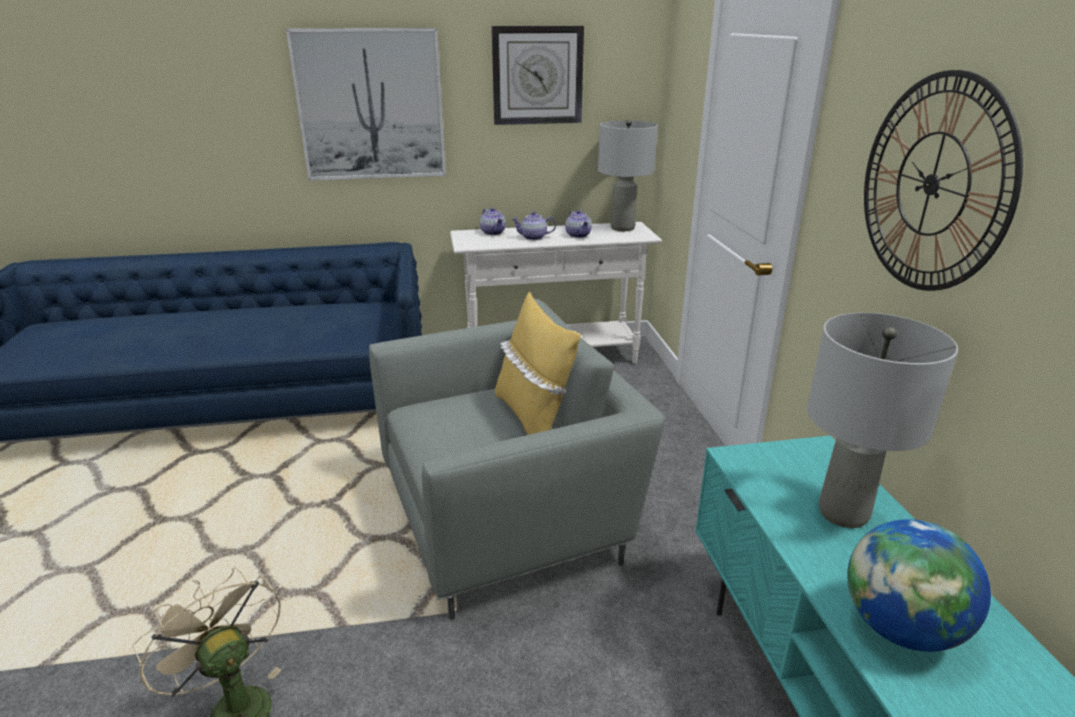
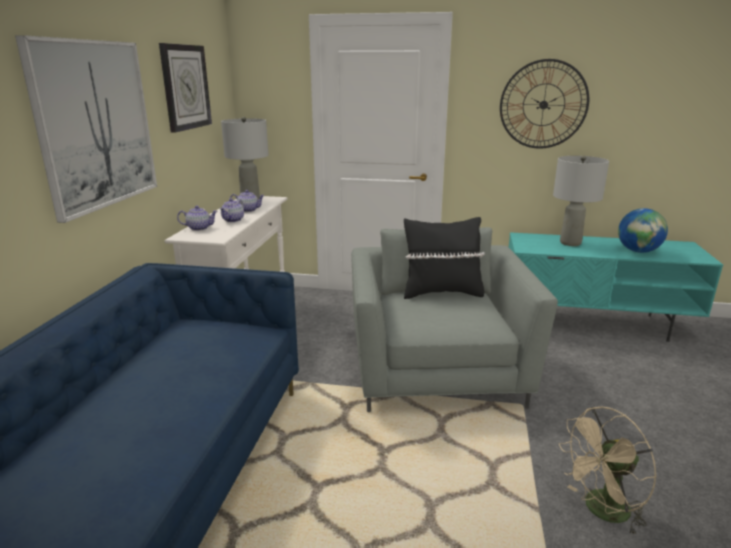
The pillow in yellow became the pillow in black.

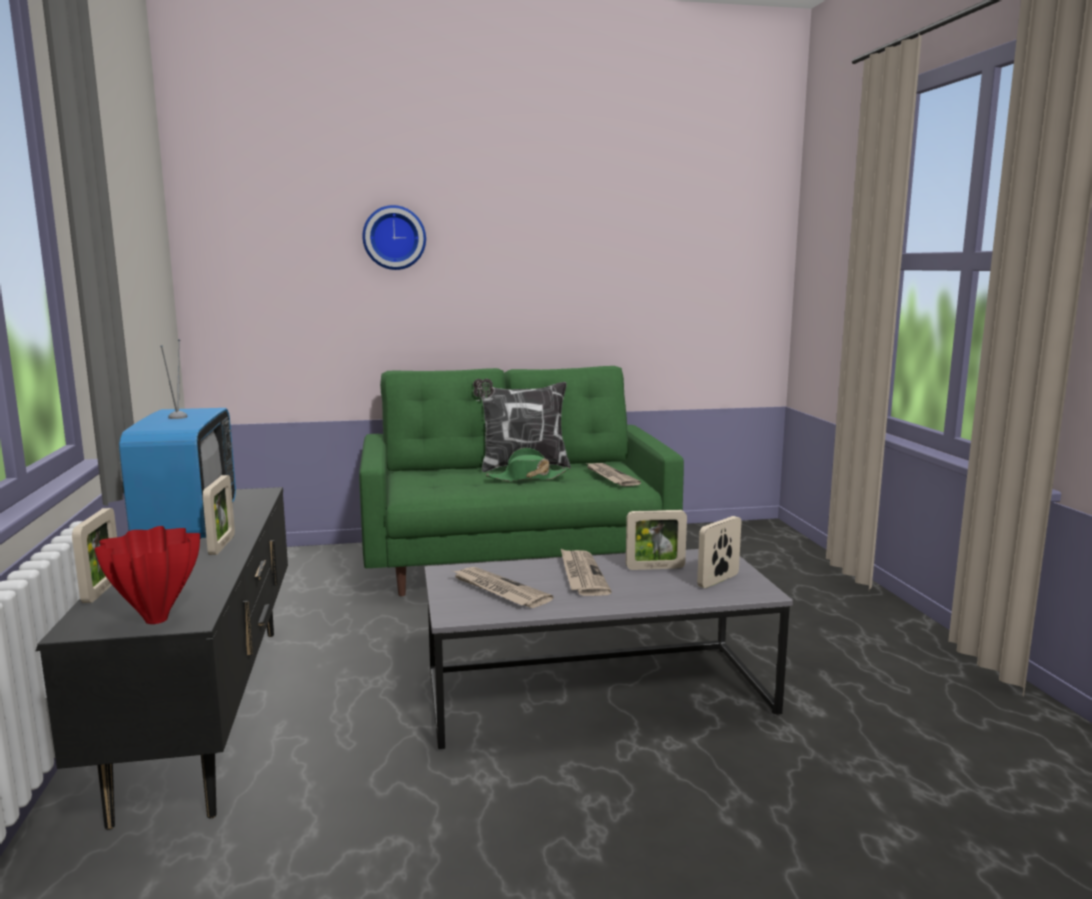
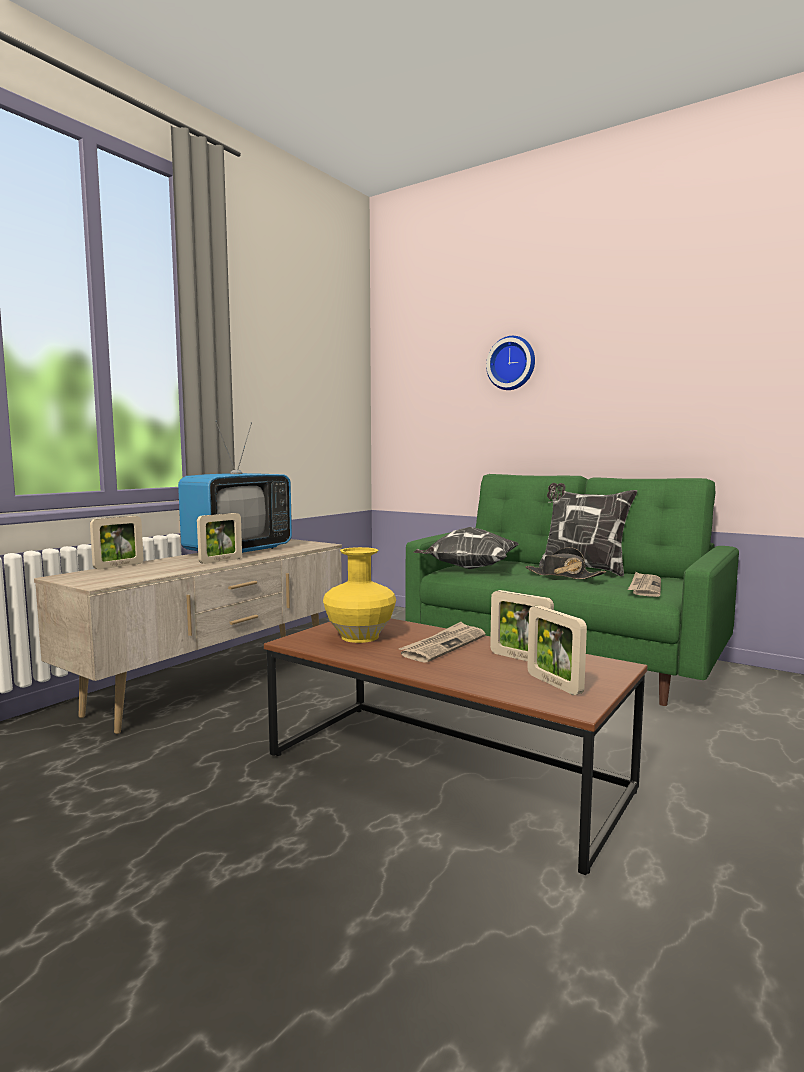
The hat in green became the hat in black. The tv stand in black became the tv stand in beige. The picture frame (no. 4 from left) turned 120 degrees counterclockwise. The vase in red disappeared. The coffee table in grey became the coffee table in brown. The newspaper (no. 1 from left) was replaced by the vase in yellow. The pillow (no. 1 from left) appeared.

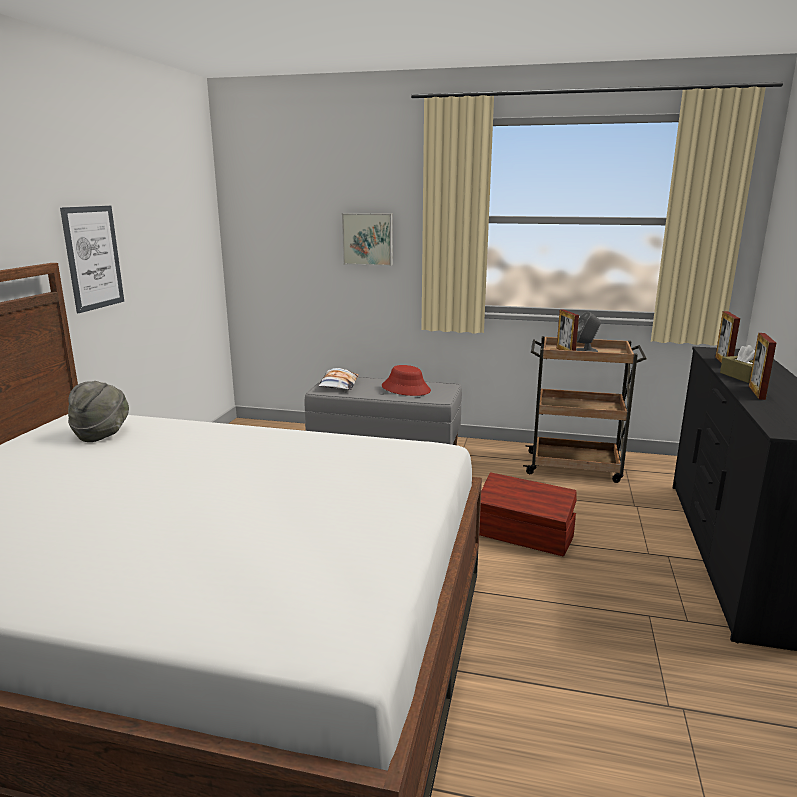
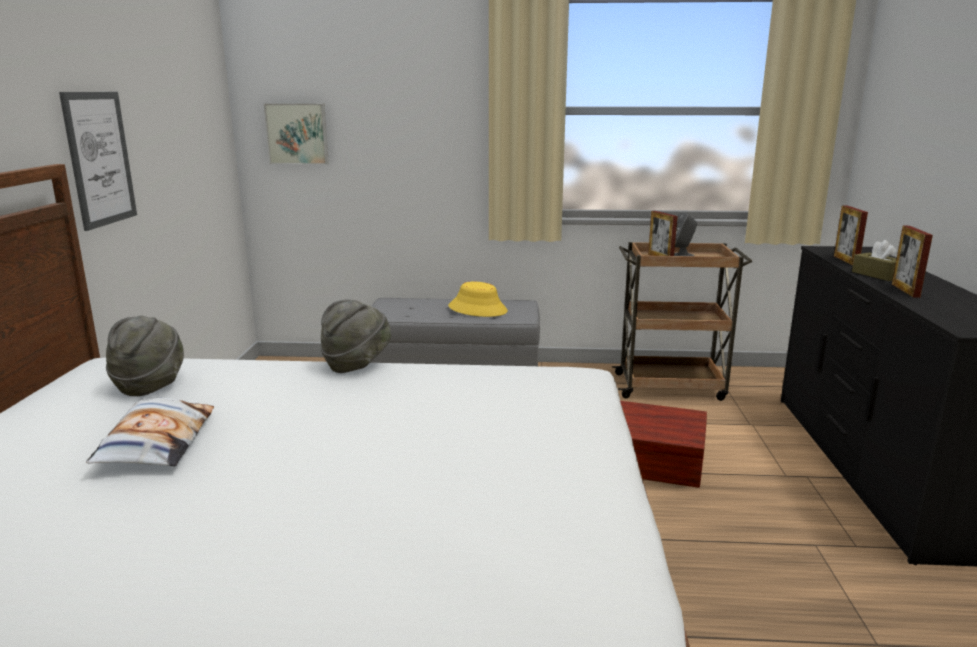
The picture (no. 2 from left) moved. The hat in red became the hat in yellow. The pillow moved. The hat in grey (no. 2 from left) appeared.

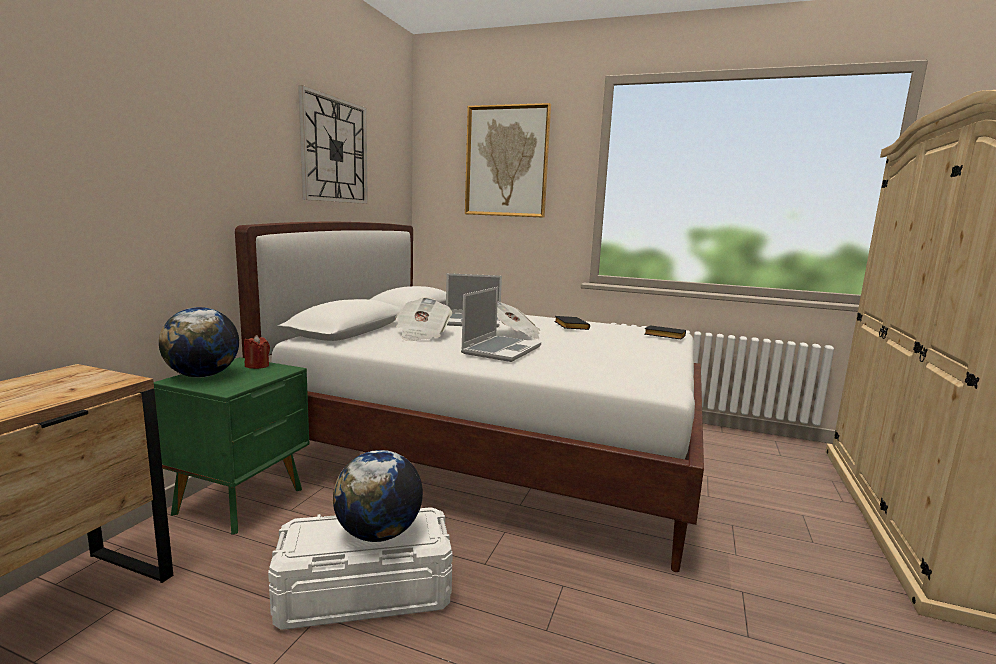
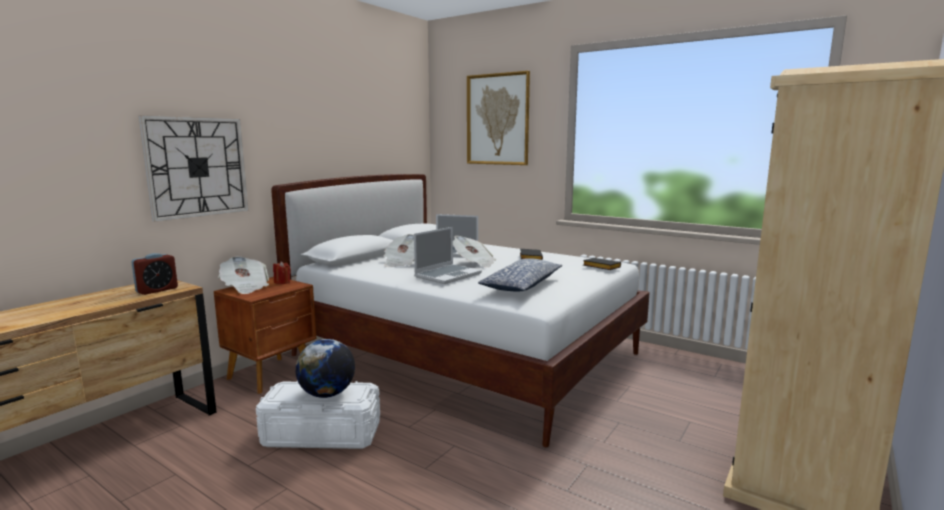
The wall clock moved. The globe (no. 1 from left) was replaced by the newspaper (no. 1 from left). The nightstand in green became the nightstand in brown. The alarm clock appeared. The pillow appeared.

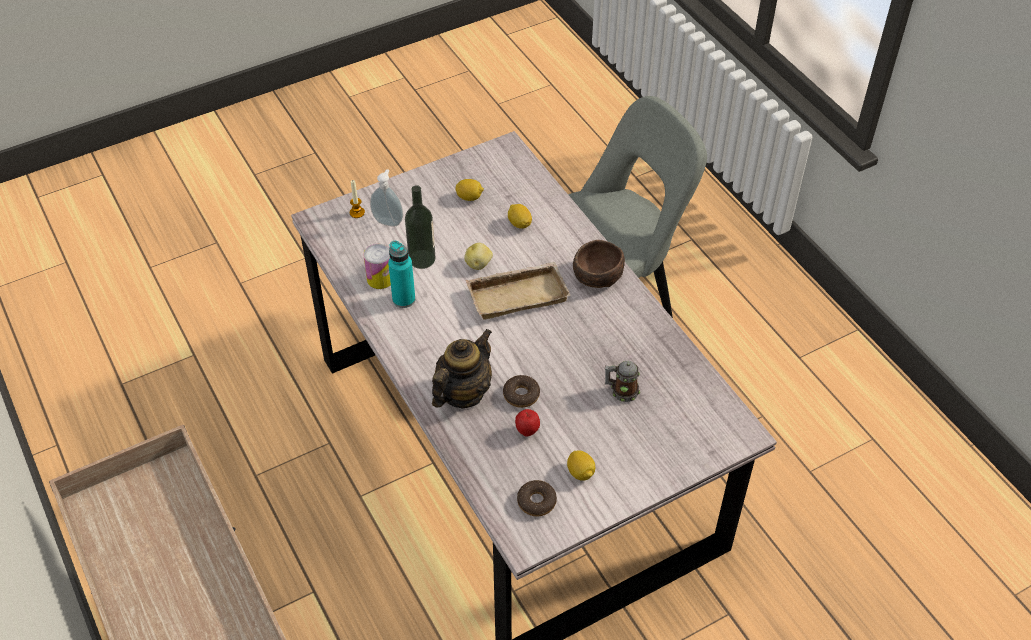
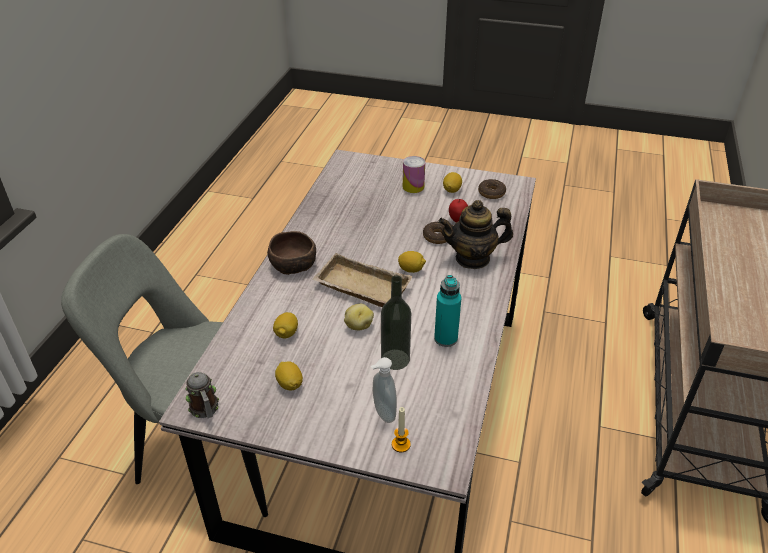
The can moved. The mug moved. The lemon (no. 3 from left) appeared.

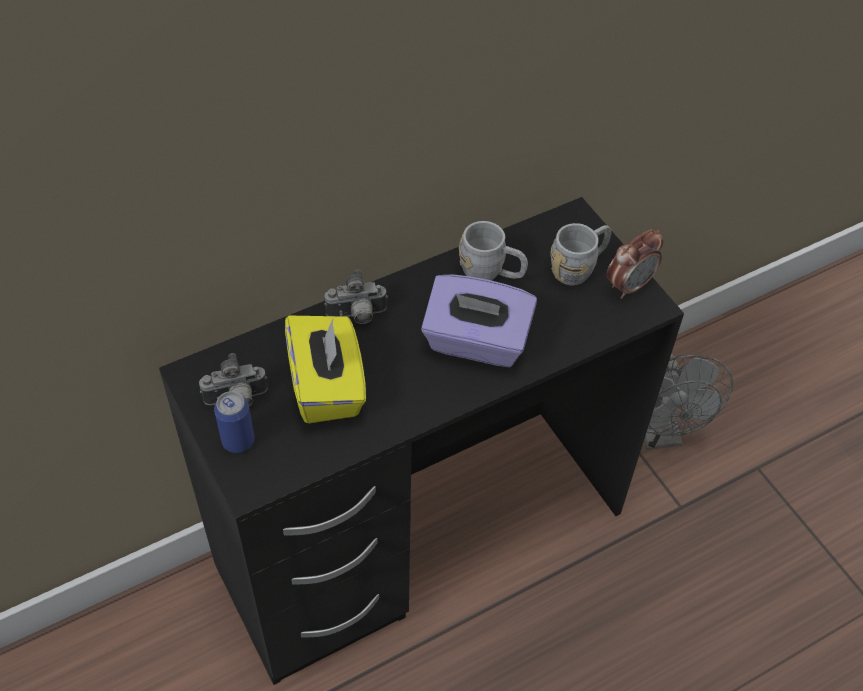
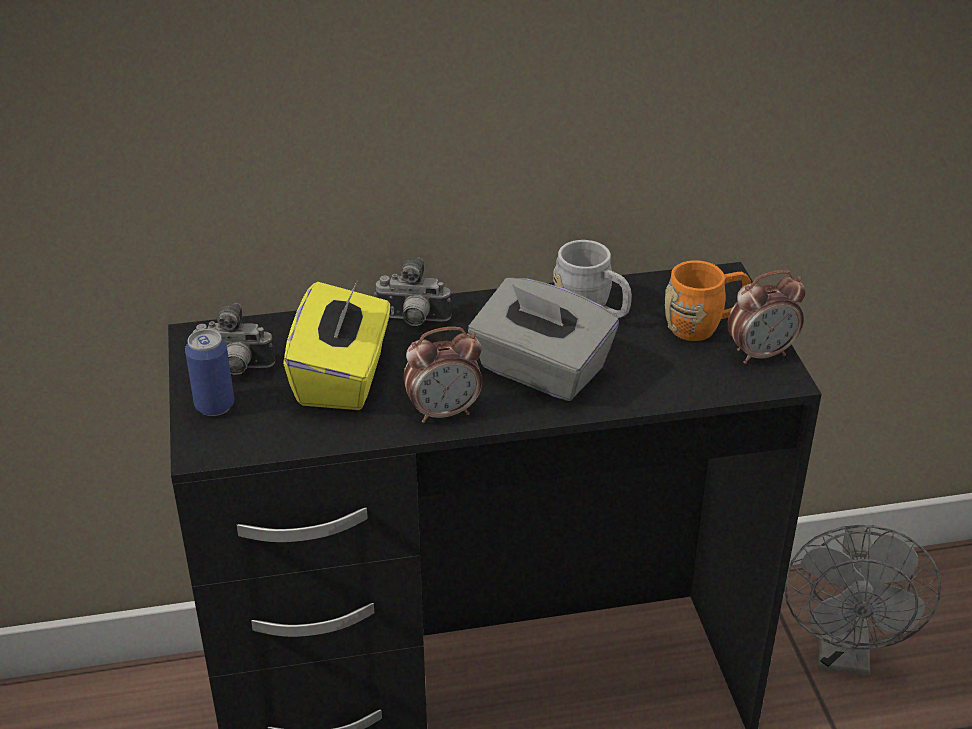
The mug in grey (no. 2 from left) became the mug in orange. The tissue box in purple became the tissue box in grey. The alarm clock (no. 1 from left) appeared.

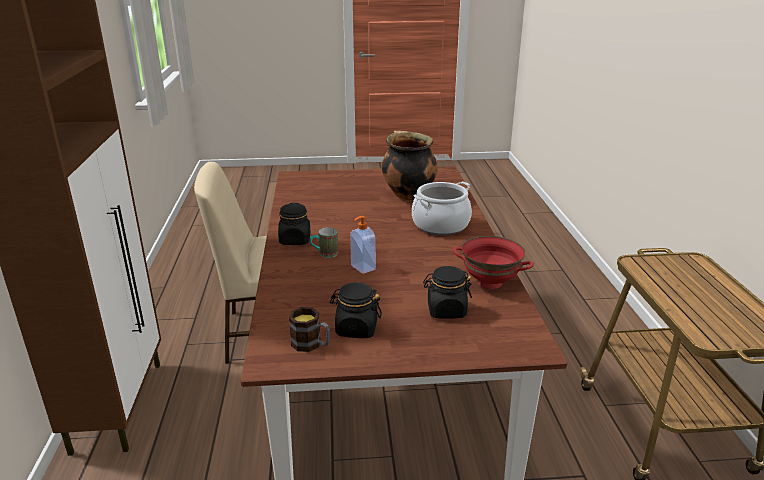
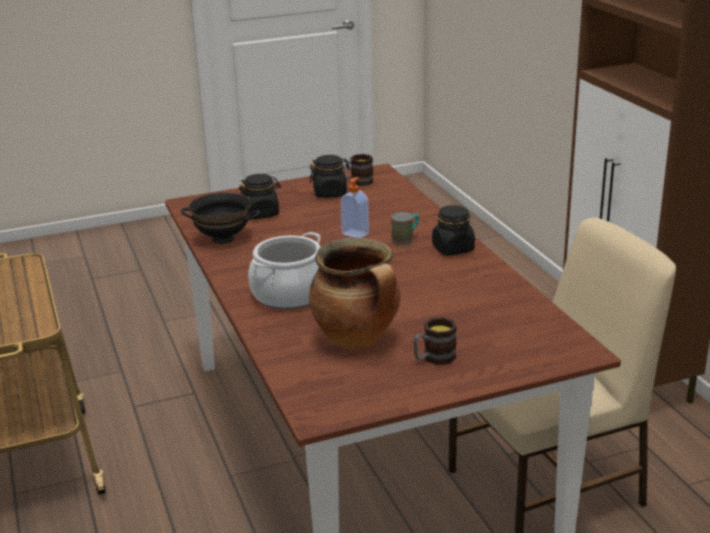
The bowl in red became the bowl in black. The mug (no. 3 from left) appeared.

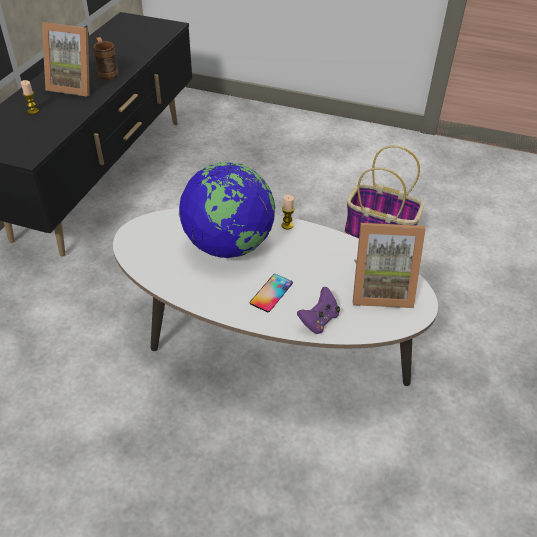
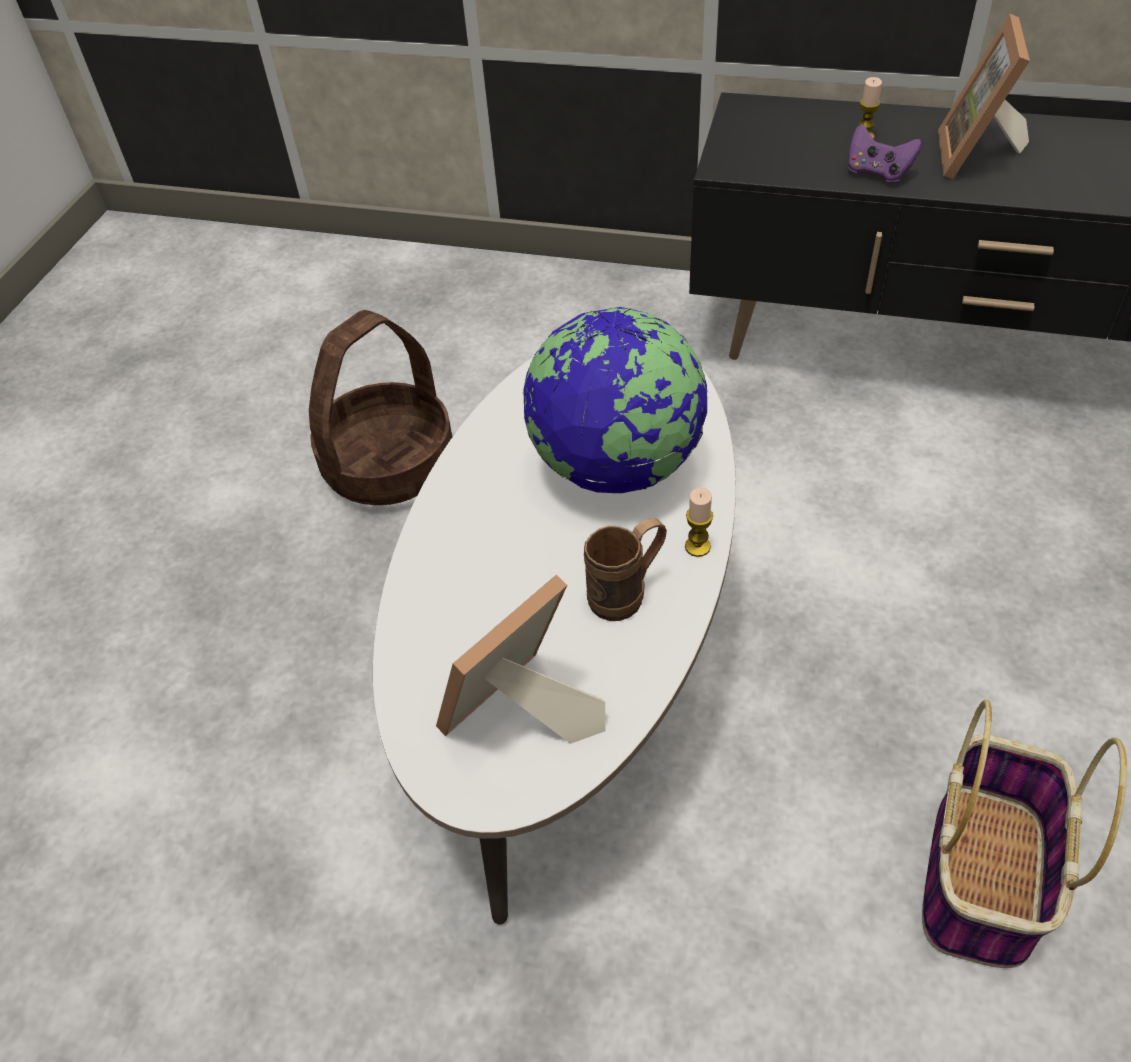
The mug in brown moved. The picture frame (no. 2 from left in the first image) turned 45 degrees clockwise. The phone disappeared. The game controller in purple moved. The basket (no. 1 from left) appeared.

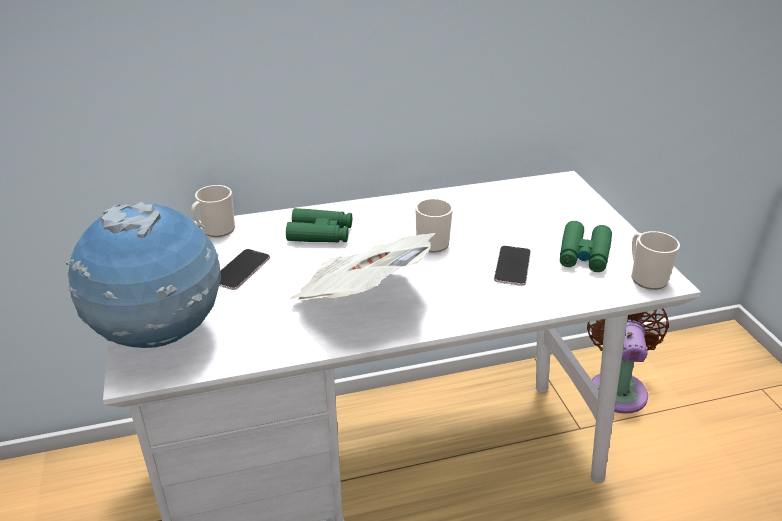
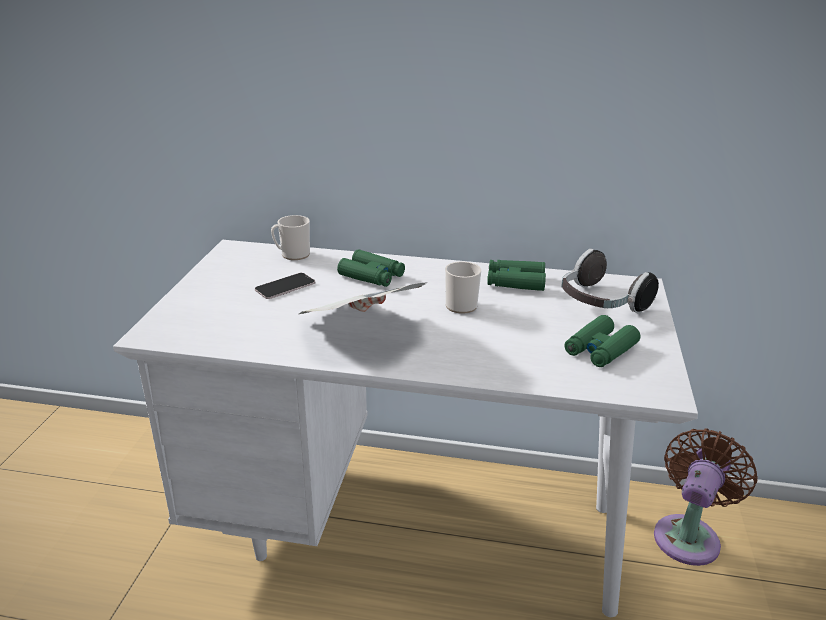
The globe disappeared. The mug (no. 3 from left) disappeared. The phone (no. 2 from left) disappeared. The headphones appeared. The binoculars in green (no. 2 from left) appeared.

